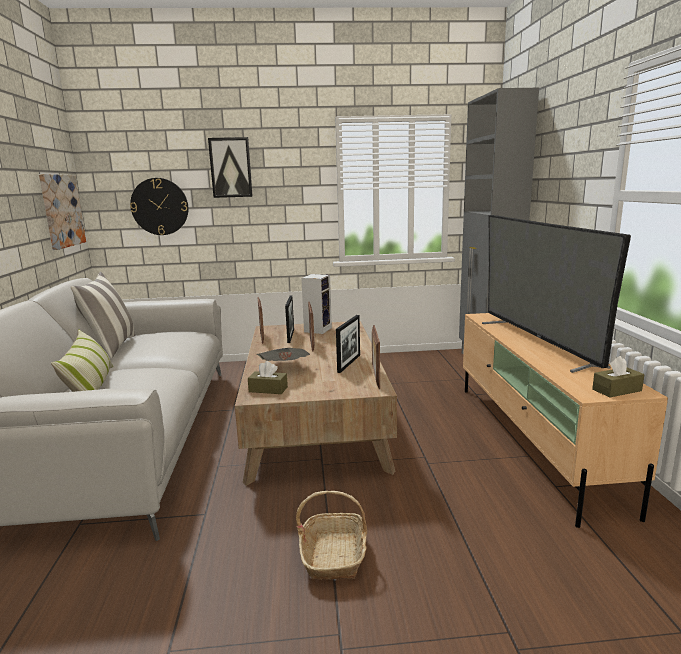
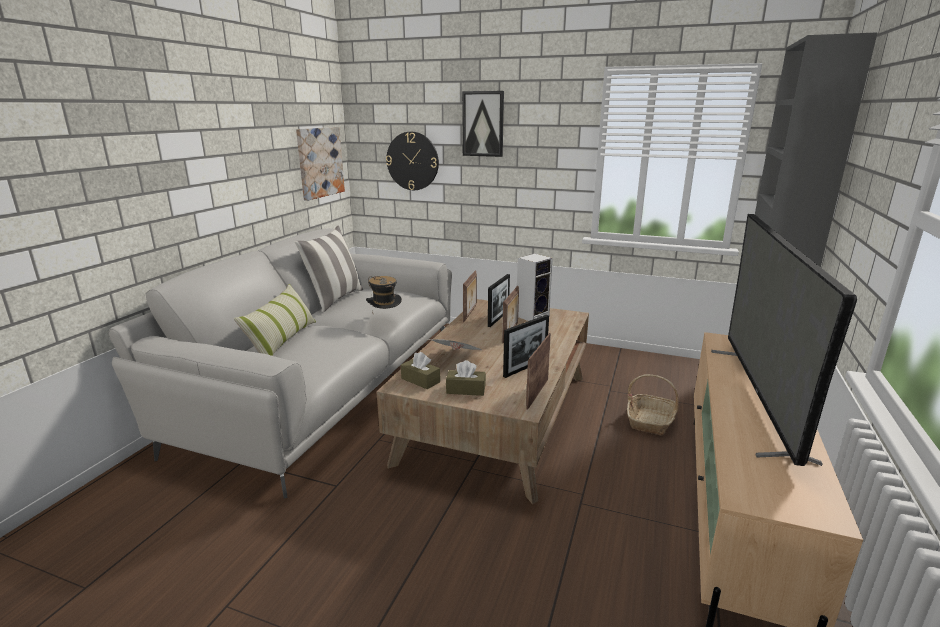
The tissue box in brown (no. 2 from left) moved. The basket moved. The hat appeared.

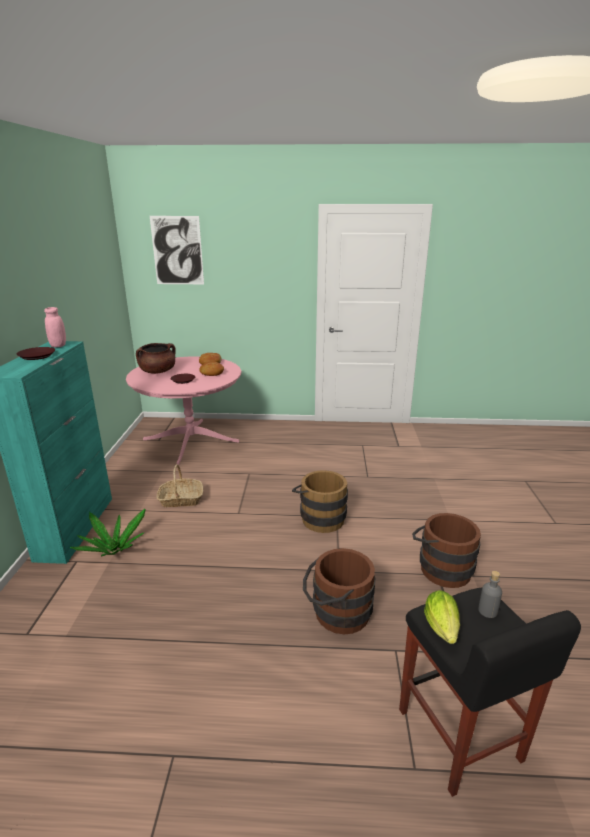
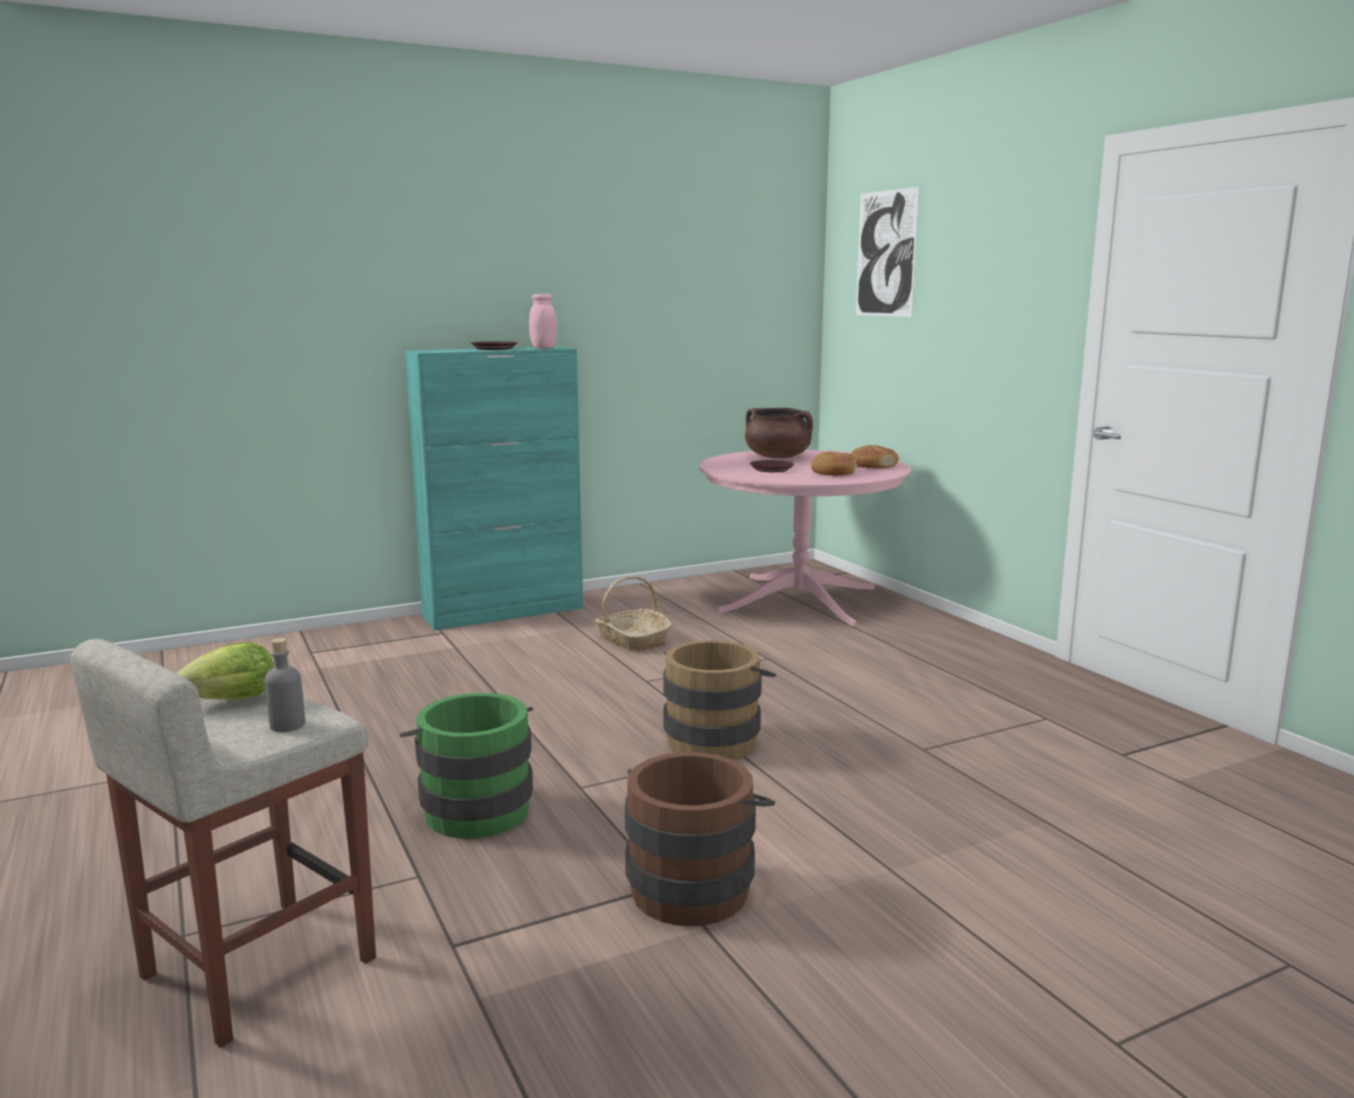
The potted plant disappeared. The bucket in brown (no. 2 from left) became the bucket in green. The stool in black became the stool in beige.

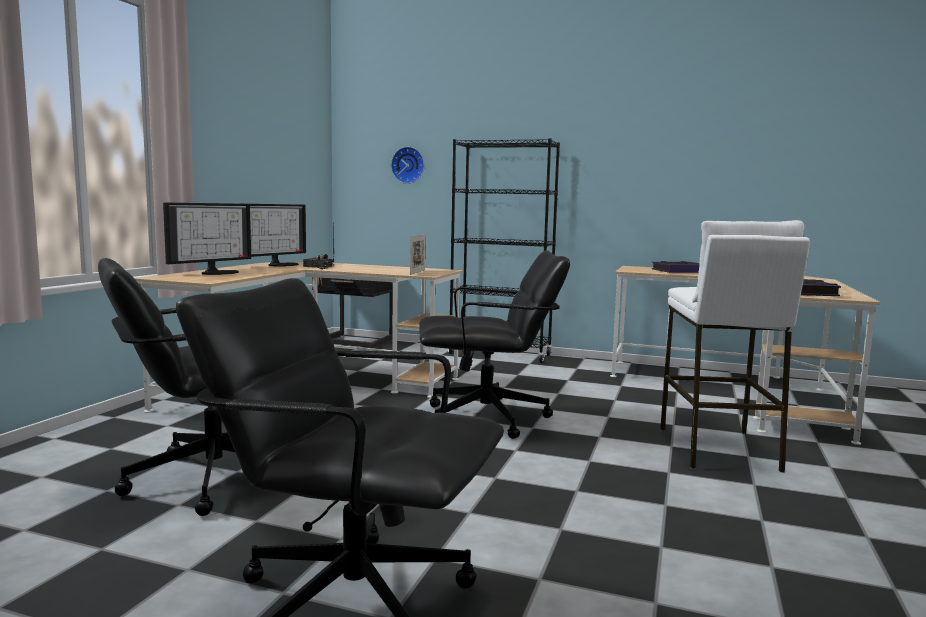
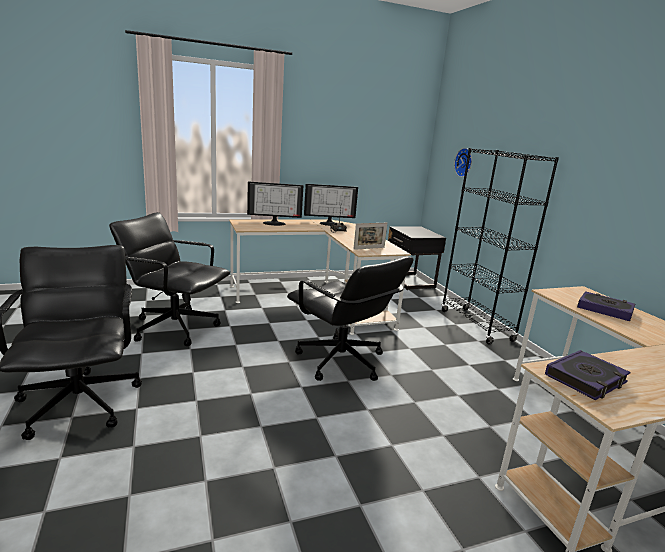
The stool in white disappeared.

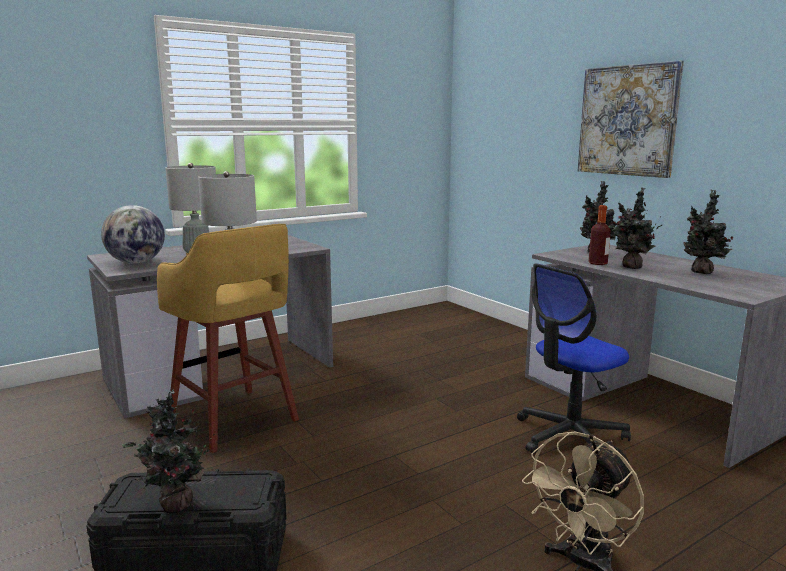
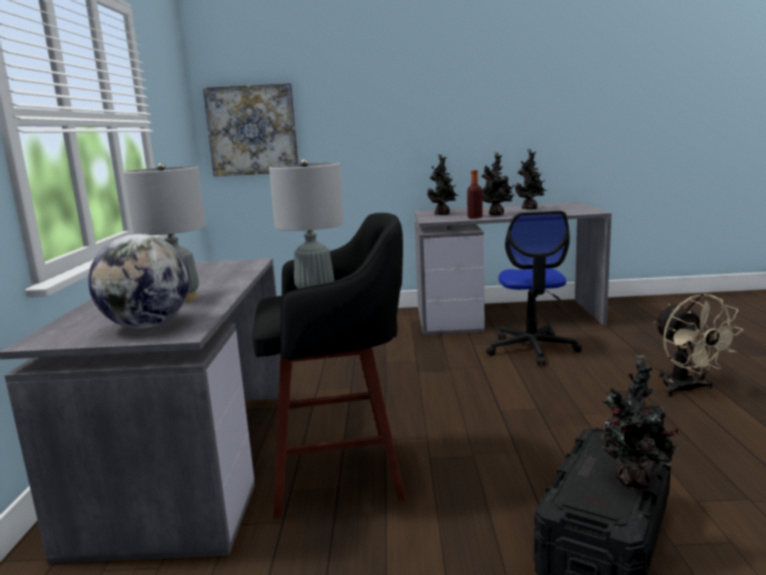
The picture moved. The stool in yellow became the stool in black.

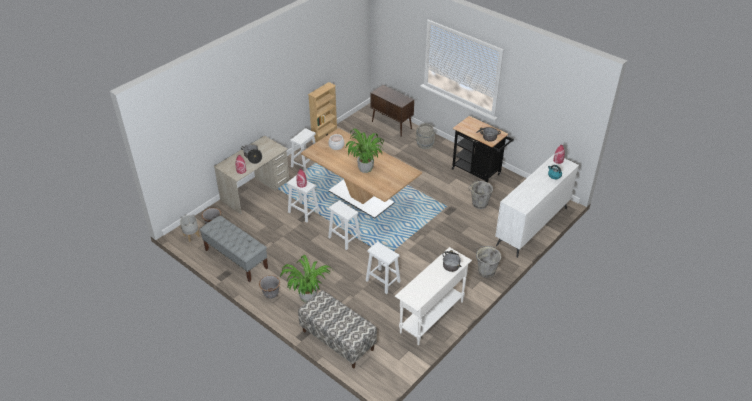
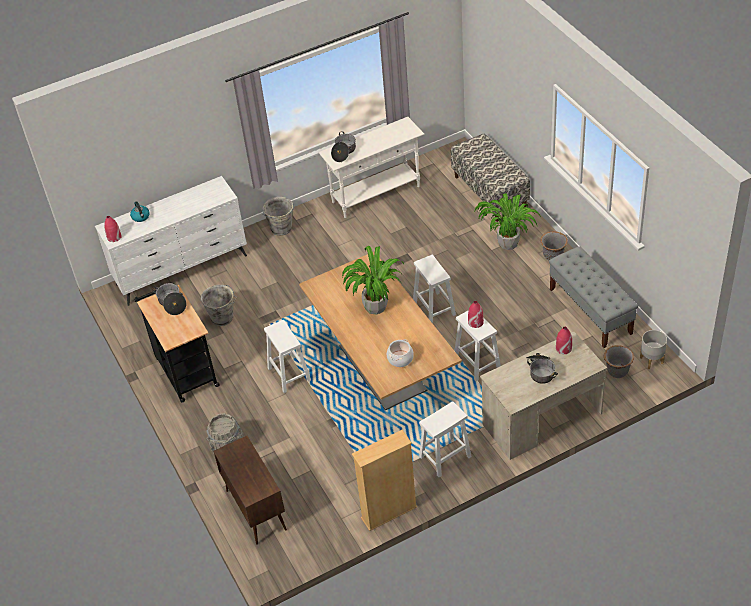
The stool in white (no. 4 from left in the first image) moved.

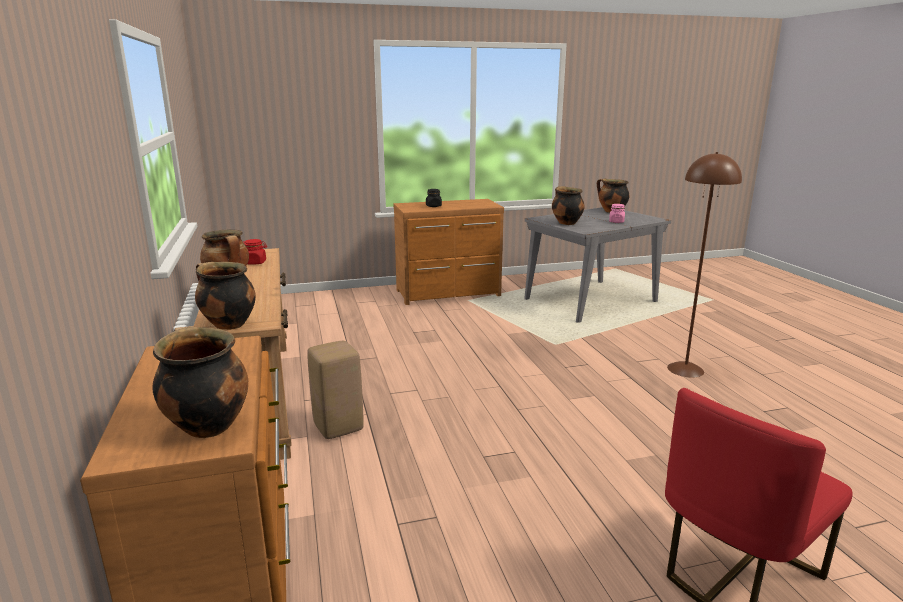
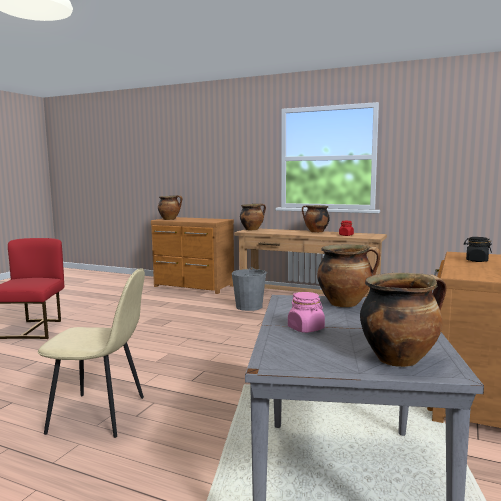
The floor lamp in brown was replaced by the chair in beige. The stool in beige was replaced by the bucket in grey.

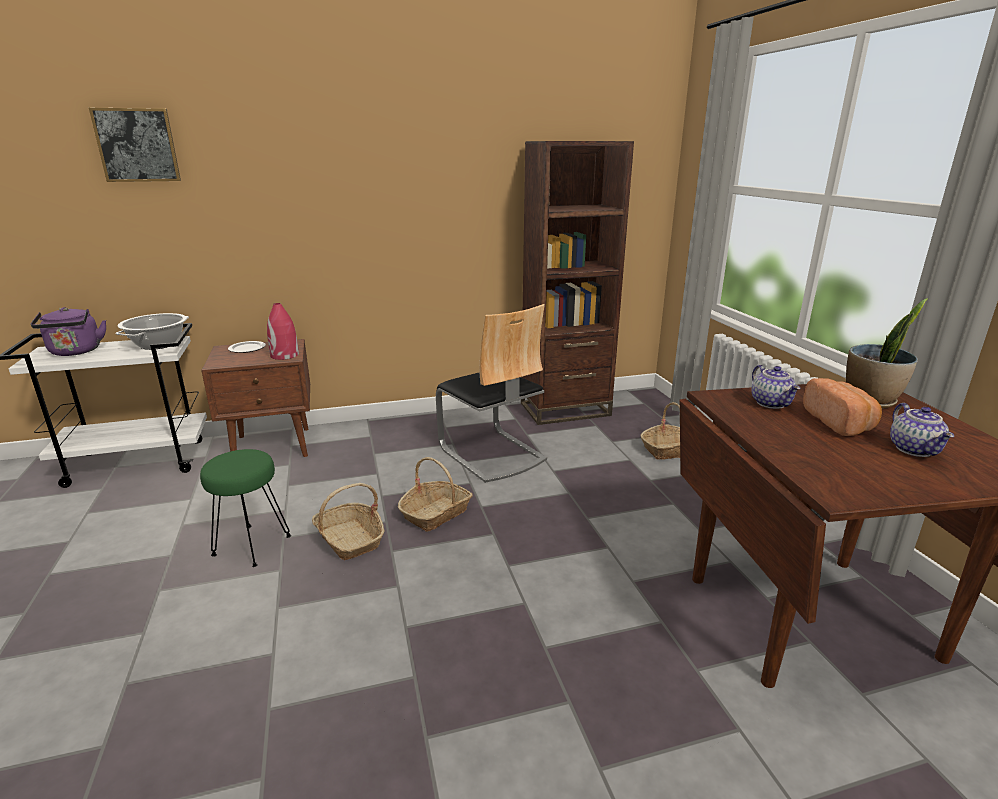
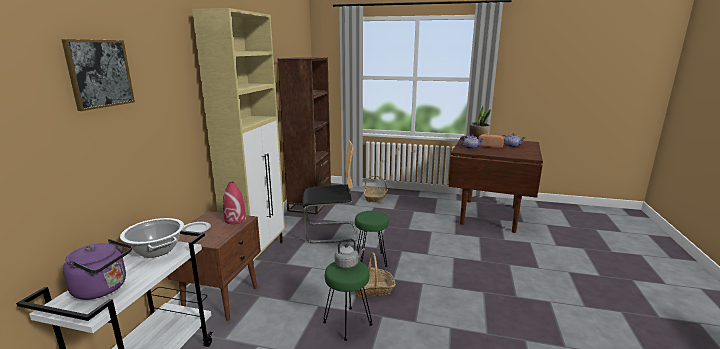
The basket (no. 2 from left) was replaced by the stool in green (no. 2 from left). The cabinet in beige appeared. The kettle in grey appeared.

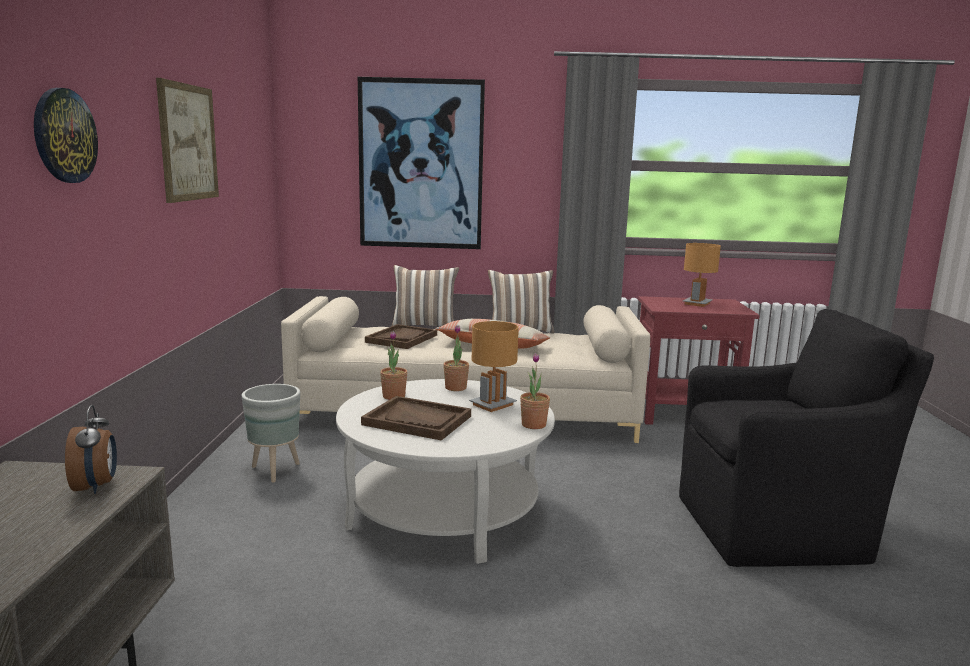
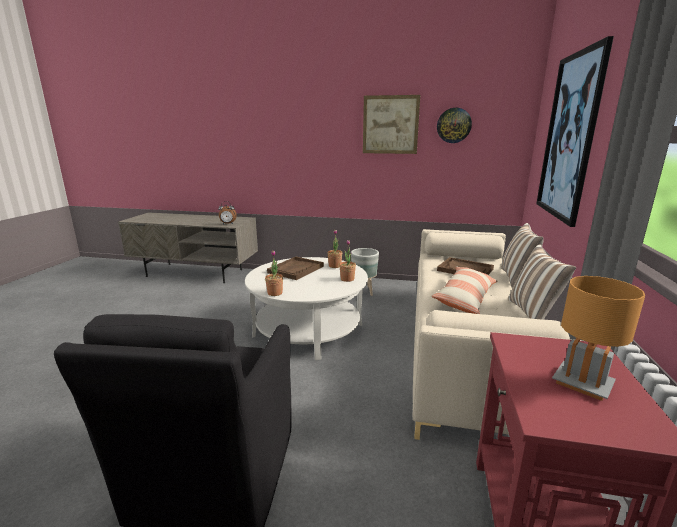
The wall clock moved. The table lamp in brown (no. 1 from left) disappeared.

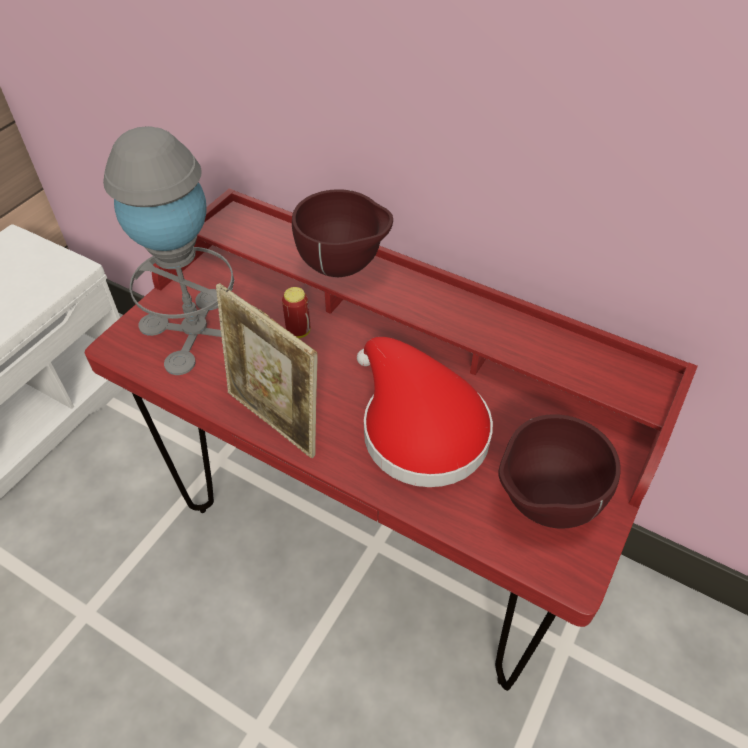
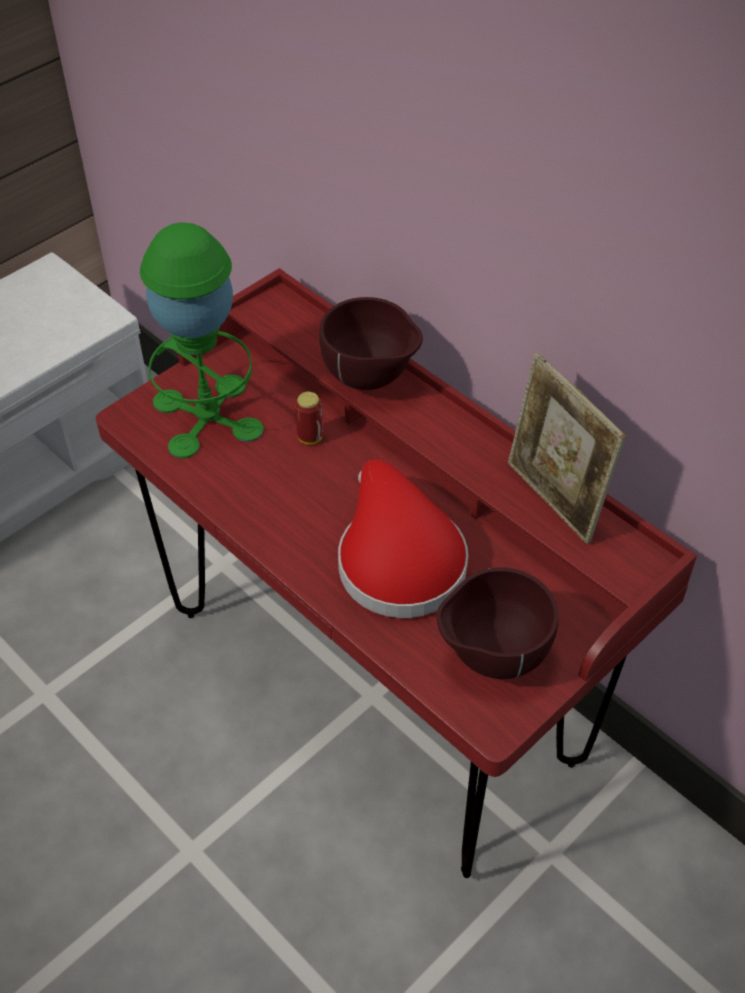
The table lamp in grey became the table lamp in green. The picture frame moved.

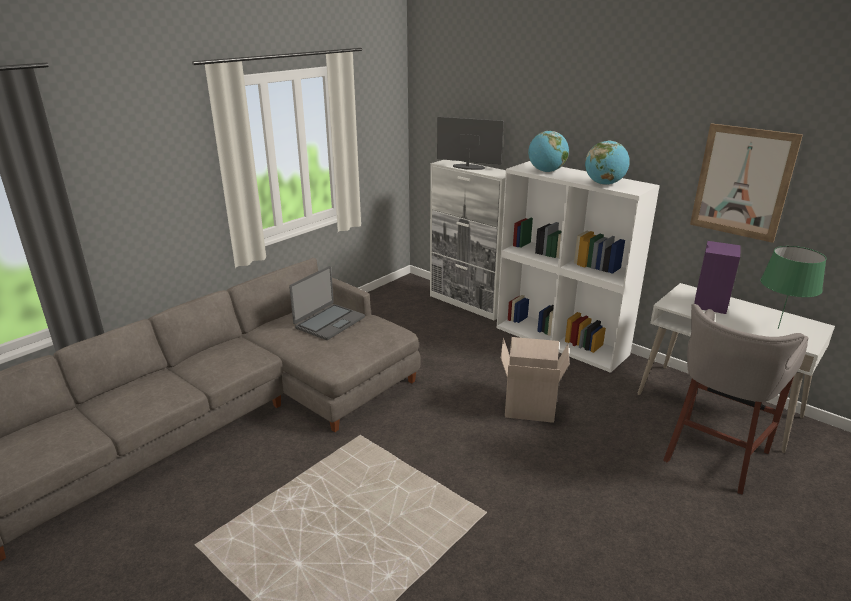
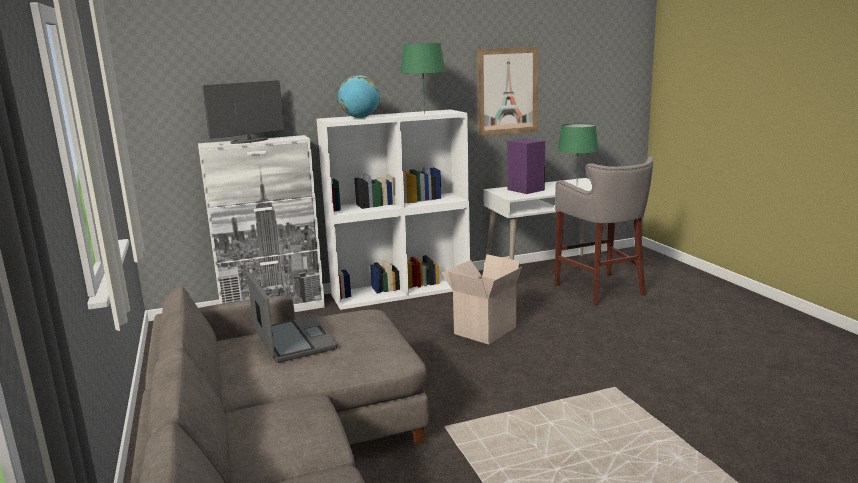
The globe (no. 2 from left) was replaced by the table lamp in green (no. 1 from left).

